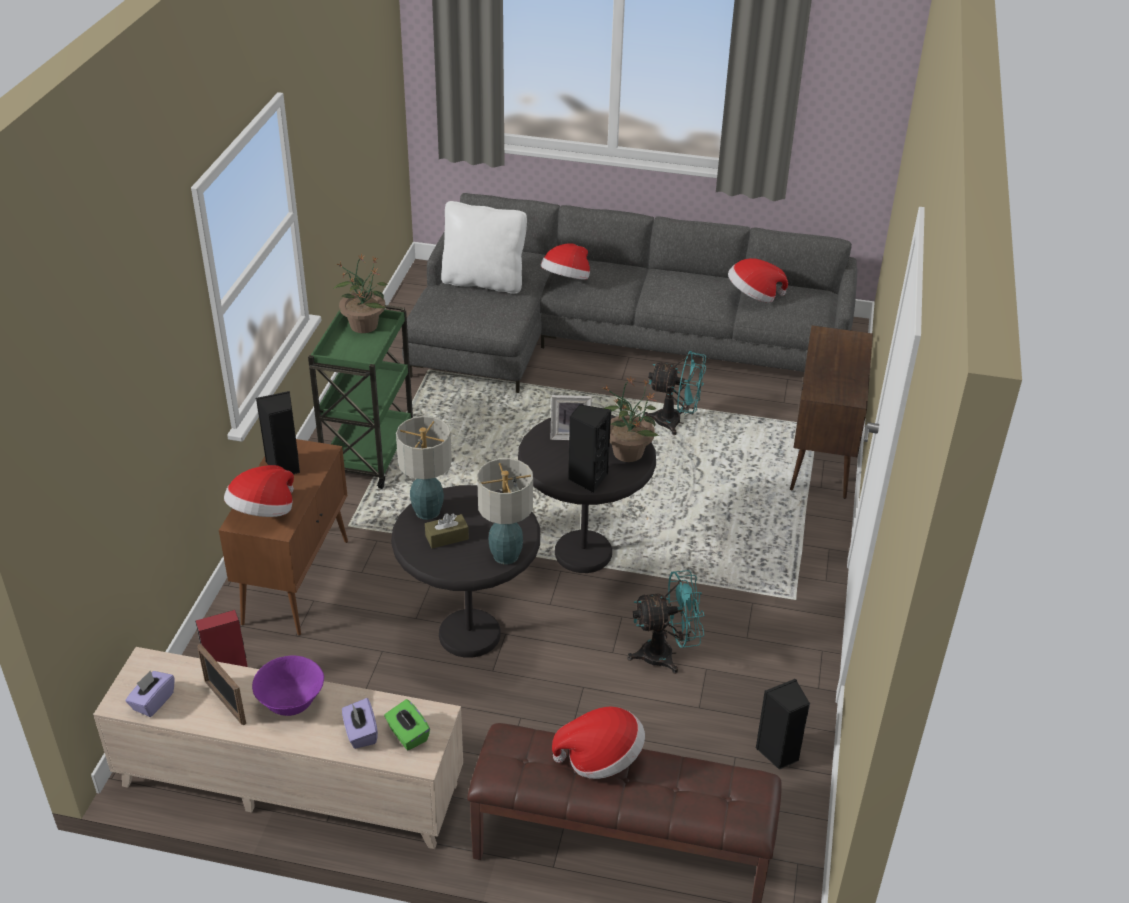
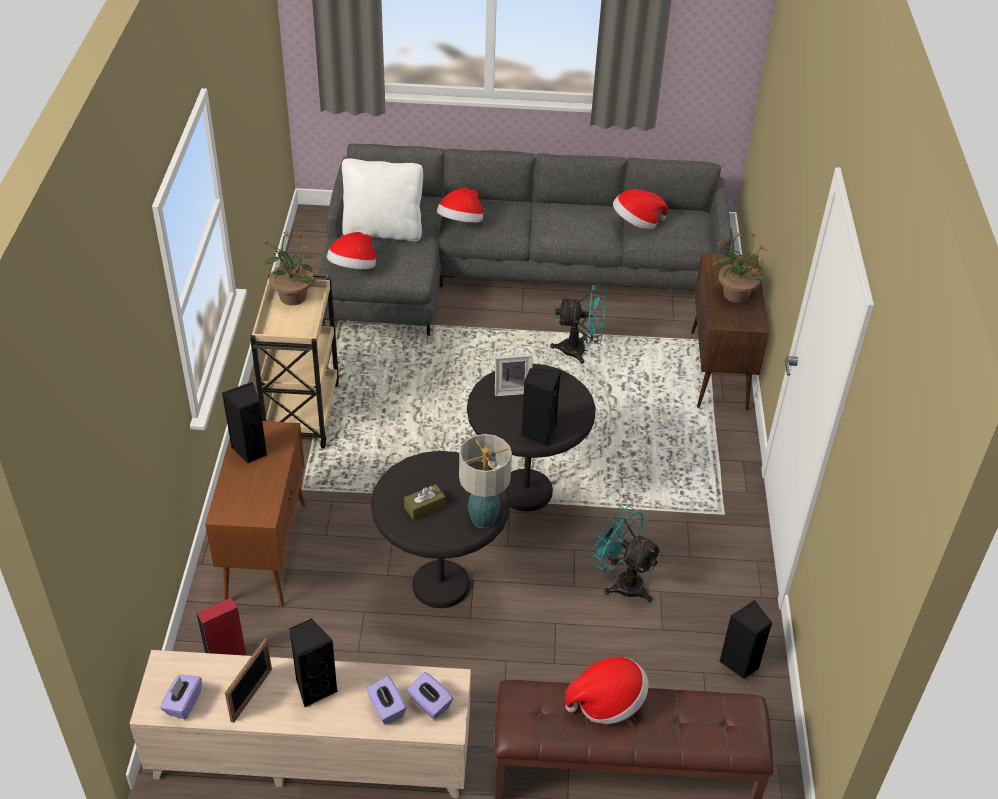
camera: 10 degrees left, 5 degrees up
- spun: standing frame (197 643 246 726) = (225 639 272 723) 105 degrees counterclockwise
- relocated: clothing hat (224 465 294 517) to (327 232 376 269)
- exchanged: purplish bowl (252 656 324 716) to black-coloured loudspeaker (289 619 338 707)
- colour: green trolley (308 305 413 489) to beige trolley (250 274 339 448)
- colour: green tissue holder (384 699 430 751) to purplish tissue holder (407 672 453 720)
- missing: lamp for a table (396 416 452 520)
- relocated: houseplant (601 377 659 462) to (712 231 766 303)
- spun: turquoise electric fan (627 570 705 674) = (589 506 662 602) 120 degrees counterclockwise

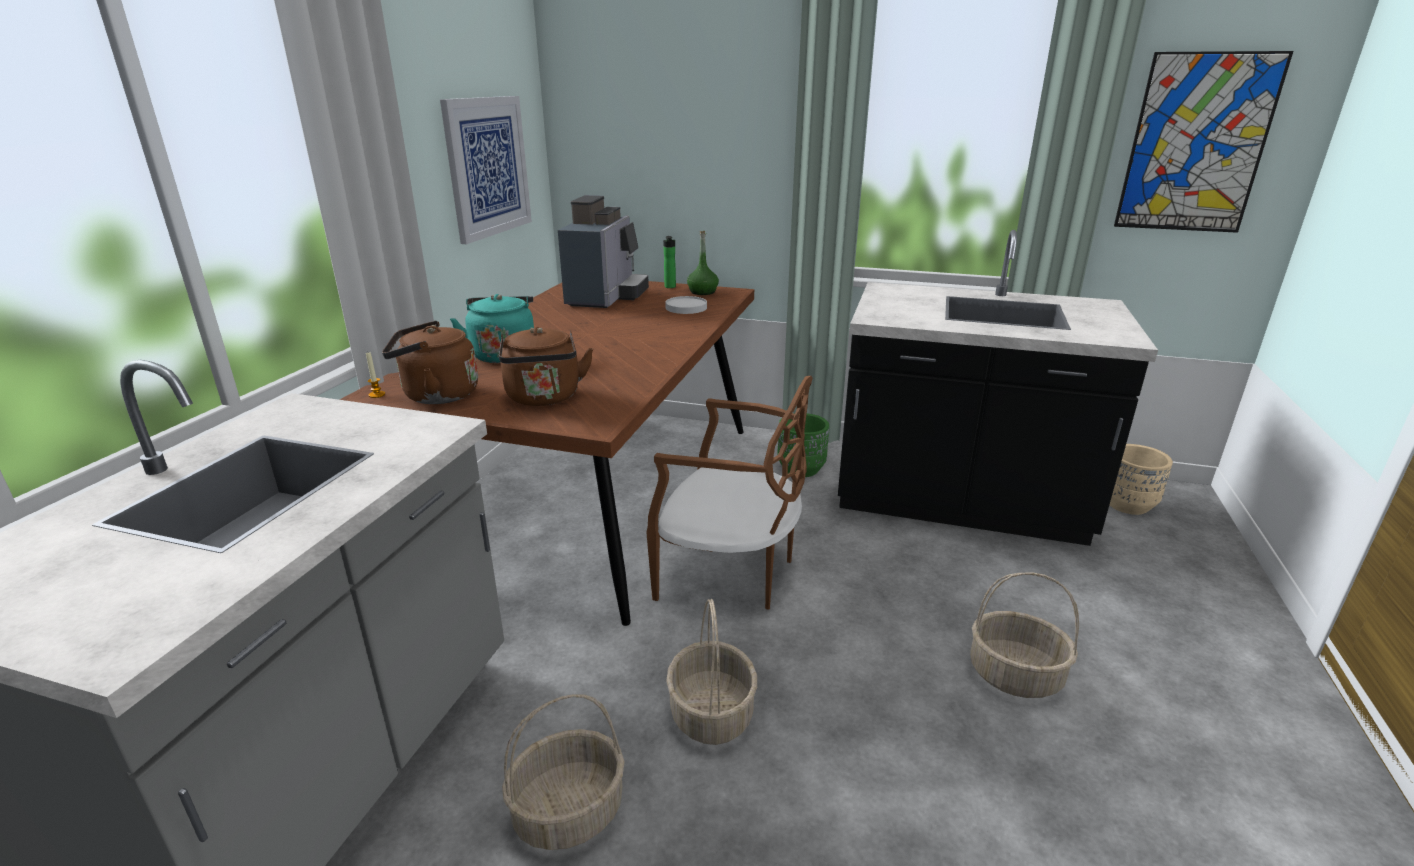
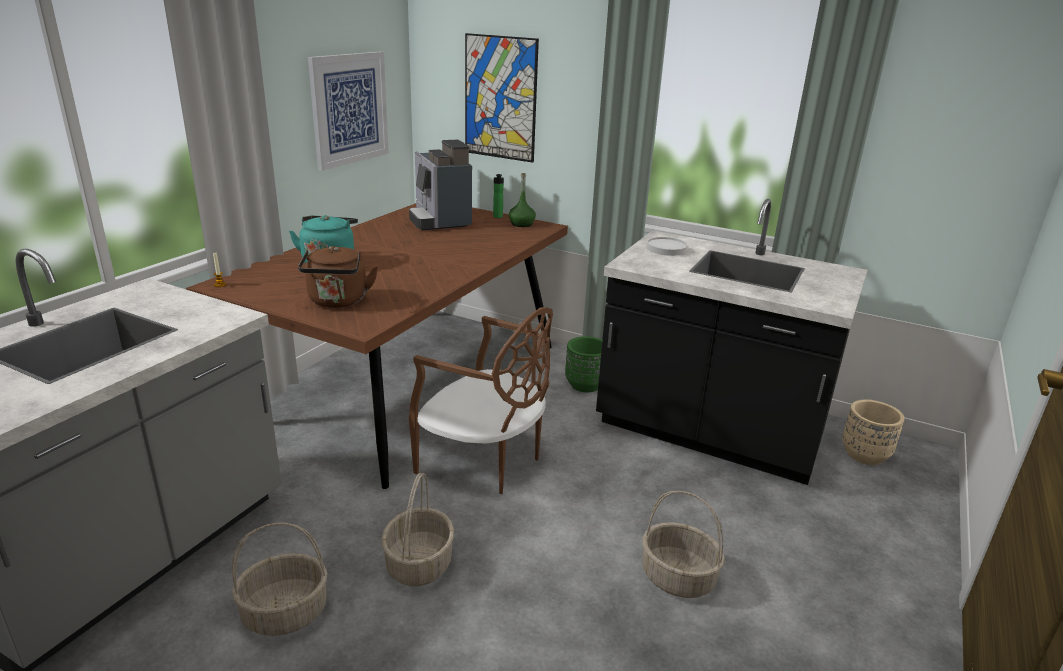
camera: 10 degrees right, 0 degrees up
- missing: brownish tea kettle (382 321 478 404)
- spun: coffee machine (558 195 649 308) = (409 140 472 230) 135 degrees clockwise
- relocated: white-coloured plate (665 296 707 314) to (647 237 687 256)
- relocated: wall art (1114 51 1293 233) to (465 33 539 163)

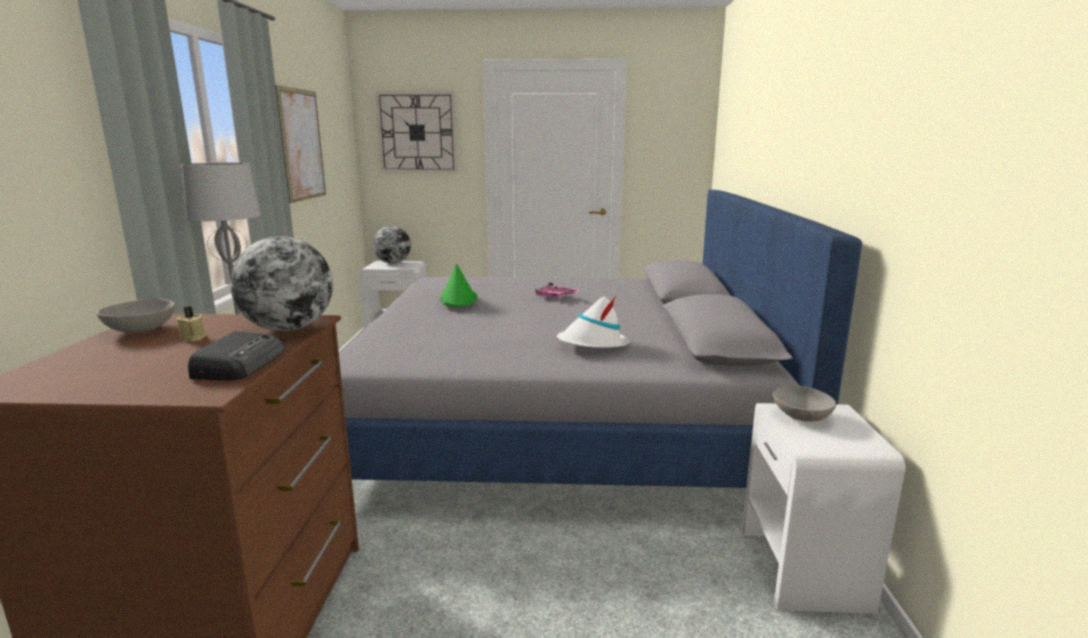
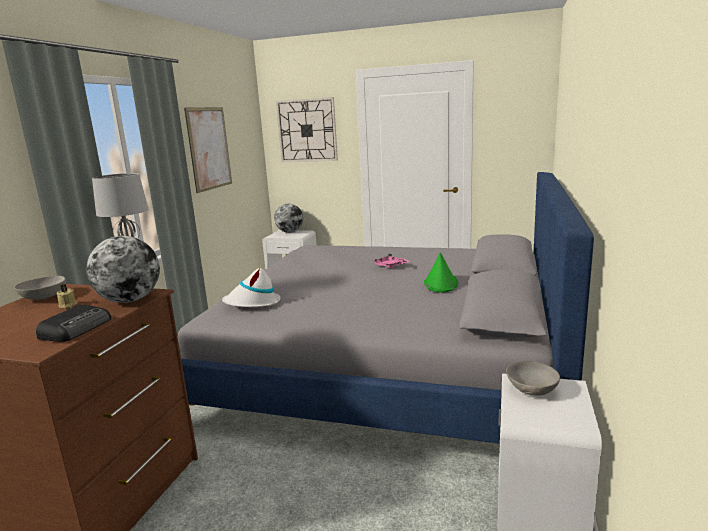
camera: 15 degrees right, 0 degrees up
- relocated: green clothing hat (439 264 478 307) to (424 253 458 292)
- relocated: white-coloured clothing hat (557 296 630 348) to (222 268 280 307)

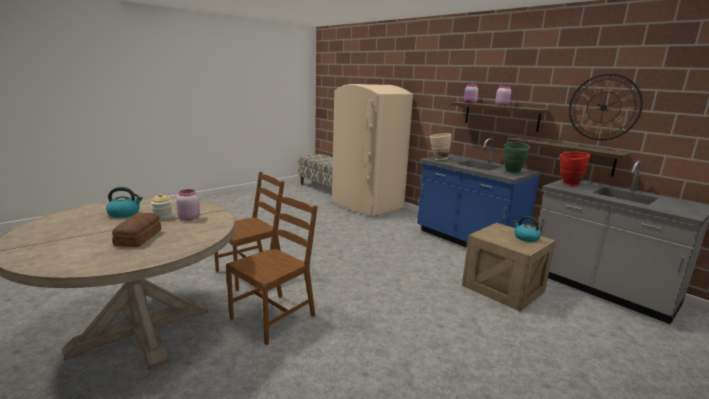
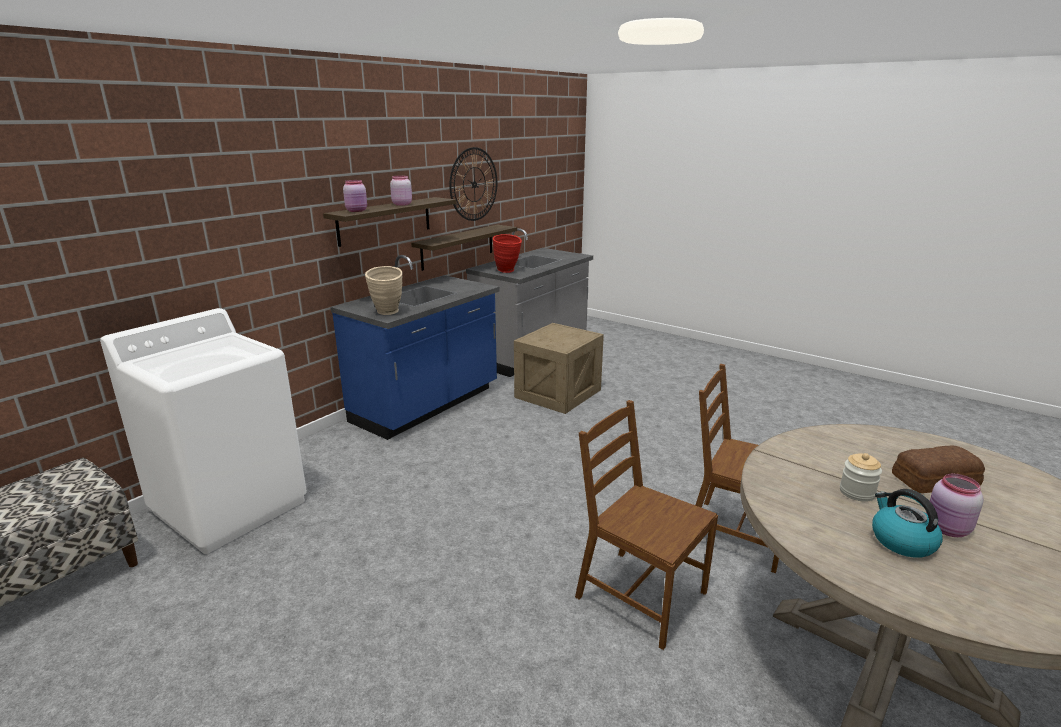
camera: 100 degrees left, 5 degrees up
- relocated: pinkish storage jar (176 189 200 221) to (926 473 984 537)
- exchanged: beige refrigerator (332 84 413 216) to white-coloured washing machine (100 308 307 554)
- missing: green vase (504 142 530 174)
- missing: tea kettle (513 216 541 242)

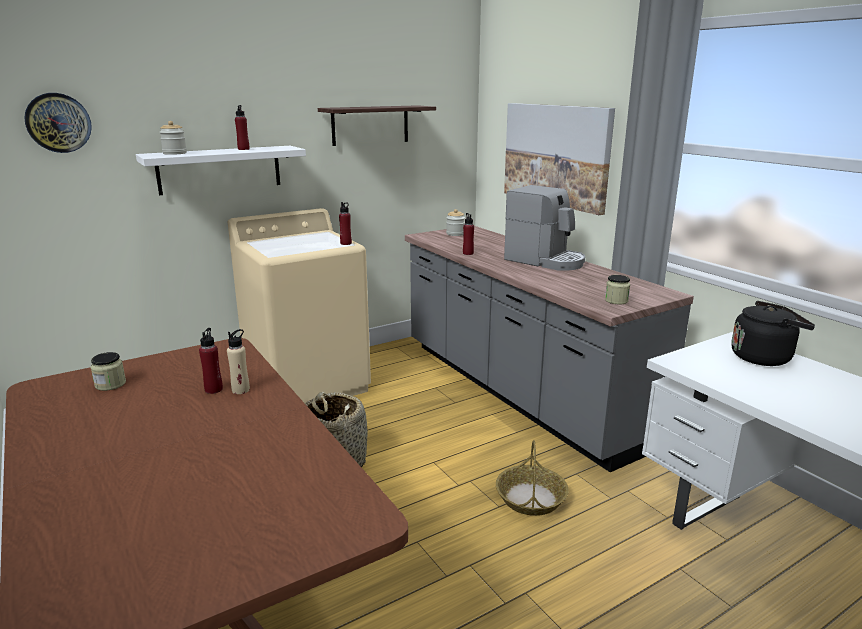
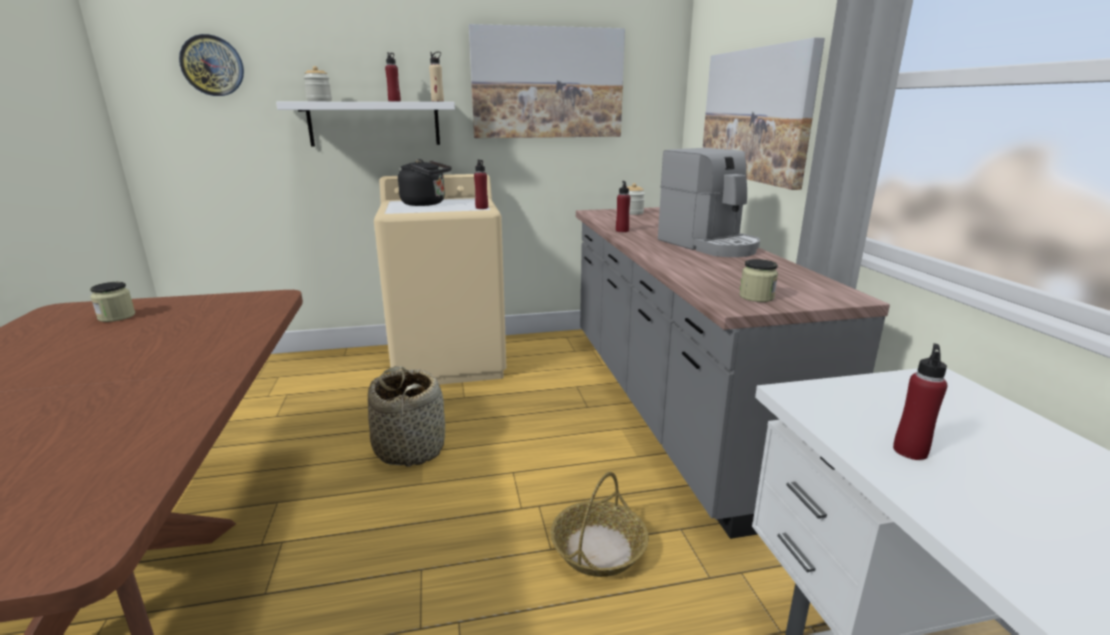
camera: 20 degrees right, 0 degrees up
- relocated: reddish beverage bottle (199 328 223 394) to (893 343 947 460)
- relocated: beige beverage bottle (227 329 250 394) to (429 52 444 101)
- exchanged: wall shelf (318 105 436 146) to wall art (469 24 625 138)
- relocated: black-coloured tea kettle (731 301 815 366) to (398 159 452 206)

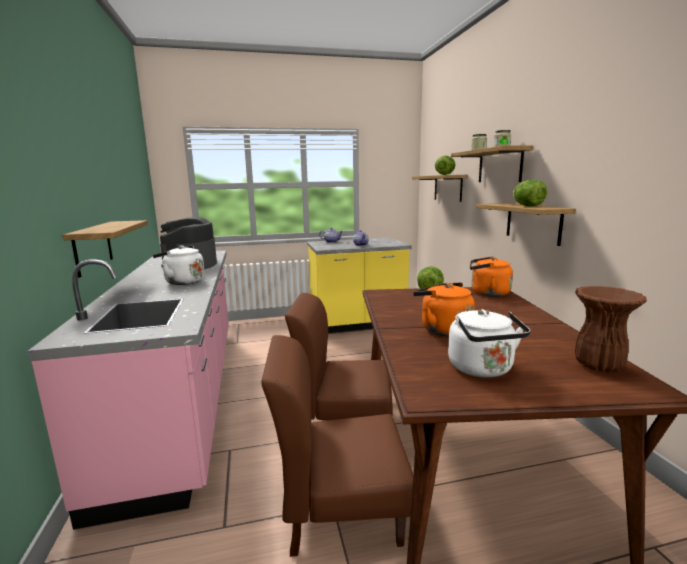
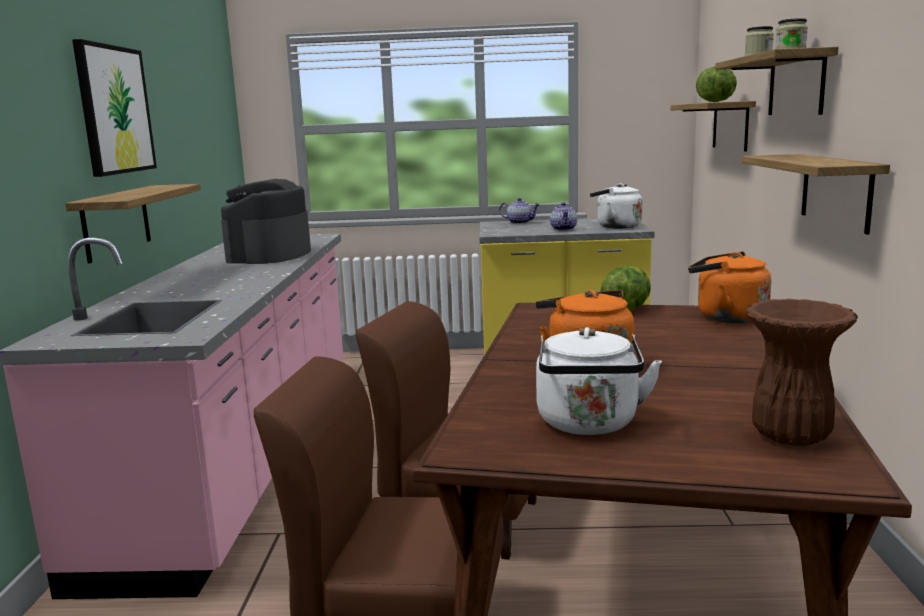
camera: 15 degrees right, 0 degrees up
- relocated: white-coloured tea kettle (153 245 205 285) to (590 184 642 228)
- missing: head of lettuce (513 179 547 207)
- appeared: wall art (72 39 157 177)

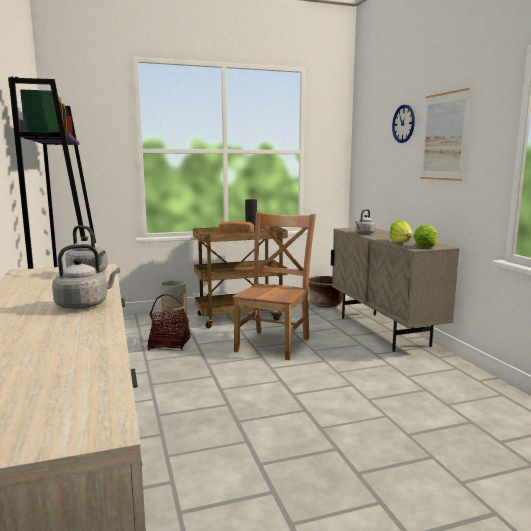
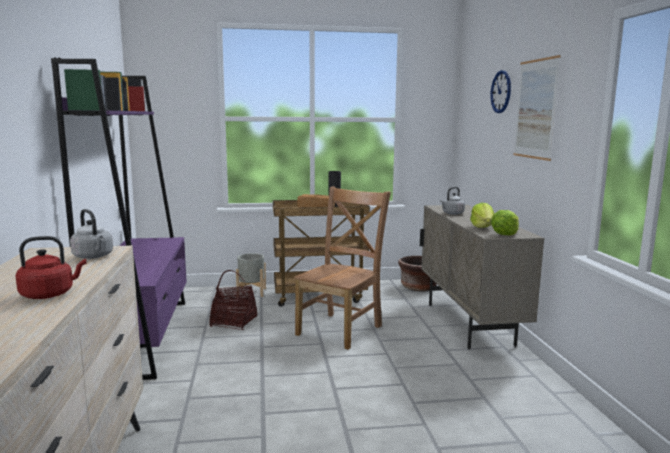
camera: 10 degrees right, 0 degrees up
- colour: greyish tea kettle (52 244 120 309) to reddish tea kettle (16 236 87 299)

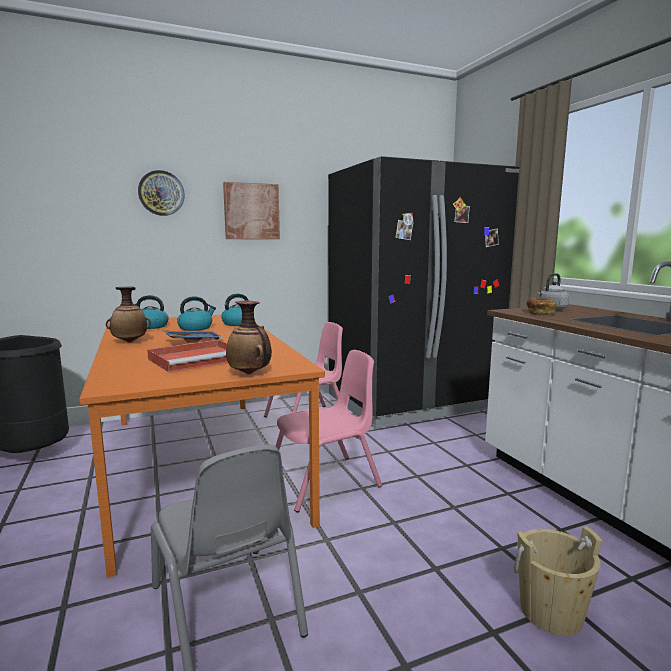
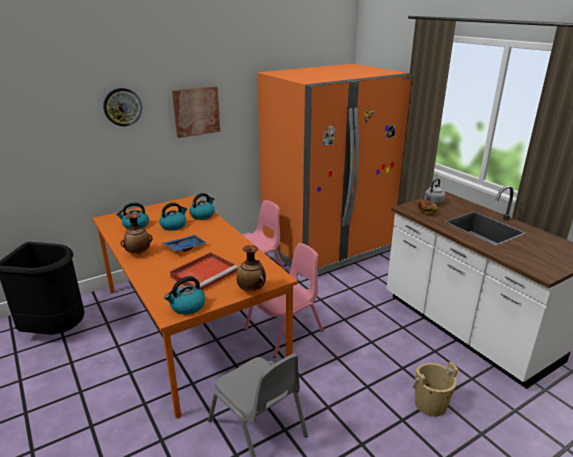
camera: 10 degrees left, 15 degrees up
- colour: black-coloured refrigerator (328 156 519 428) to orangey refrigerator (257 64 413 279)
- appeared: tea kettle (164 276 205 315)

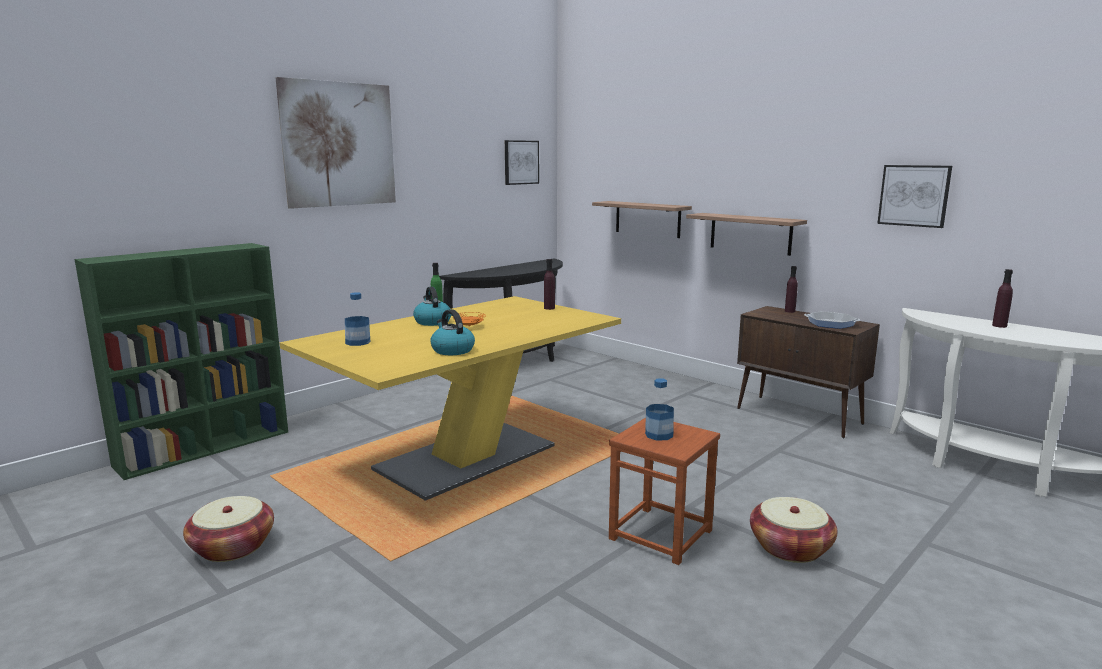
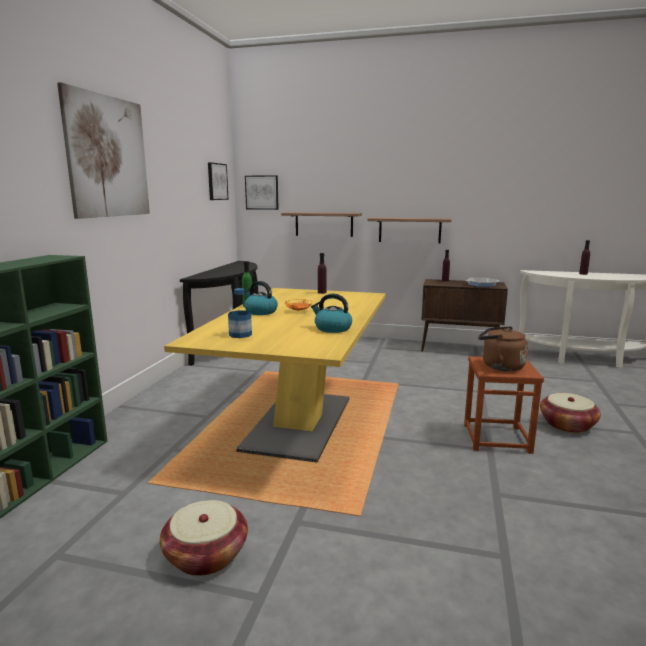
camera: 30 degrees left, 0 degrees up
- exchanged: beverage bottle (645 378 674 441) to brownish tea kettle (478 326 528 371)
- relocated: wall art (877 165 952 228) to (245 175 279 210)

